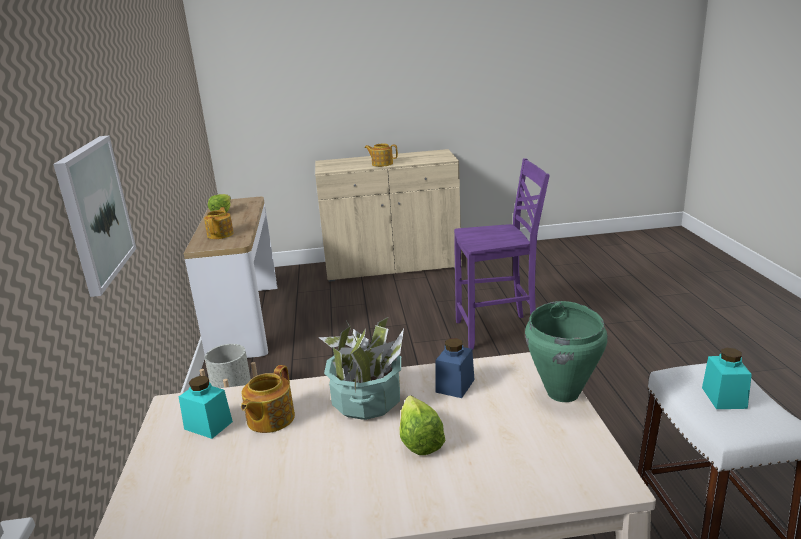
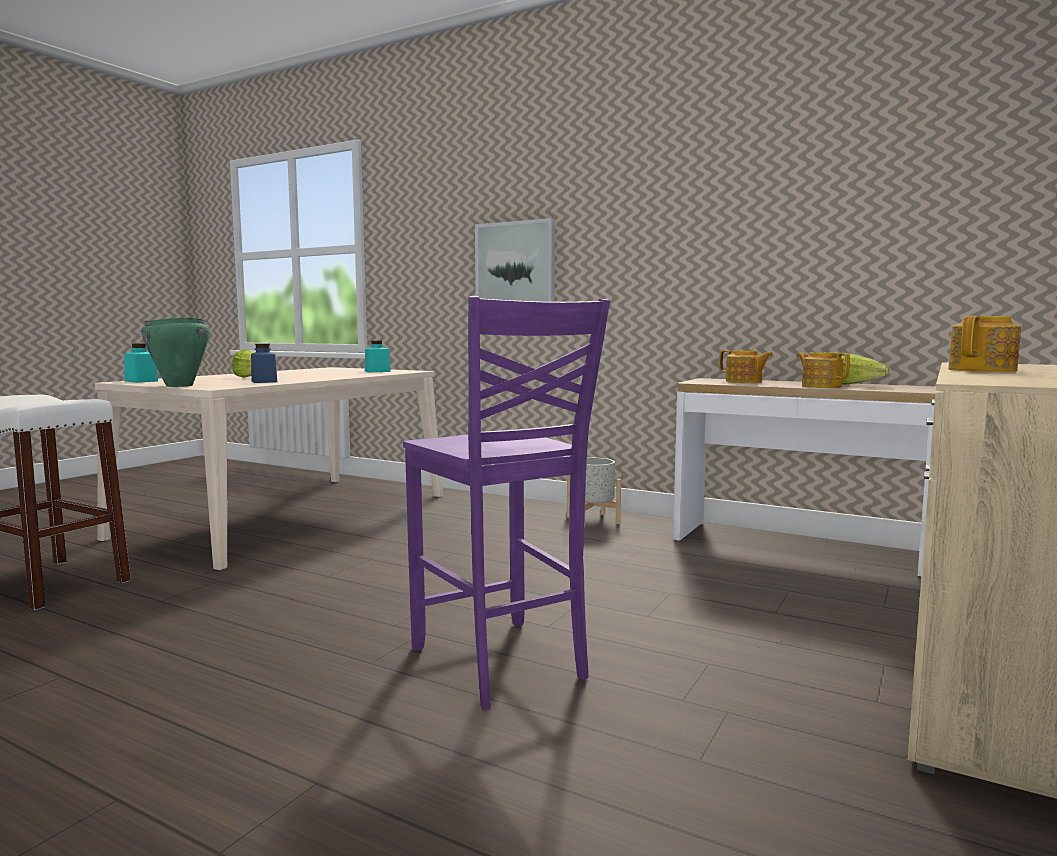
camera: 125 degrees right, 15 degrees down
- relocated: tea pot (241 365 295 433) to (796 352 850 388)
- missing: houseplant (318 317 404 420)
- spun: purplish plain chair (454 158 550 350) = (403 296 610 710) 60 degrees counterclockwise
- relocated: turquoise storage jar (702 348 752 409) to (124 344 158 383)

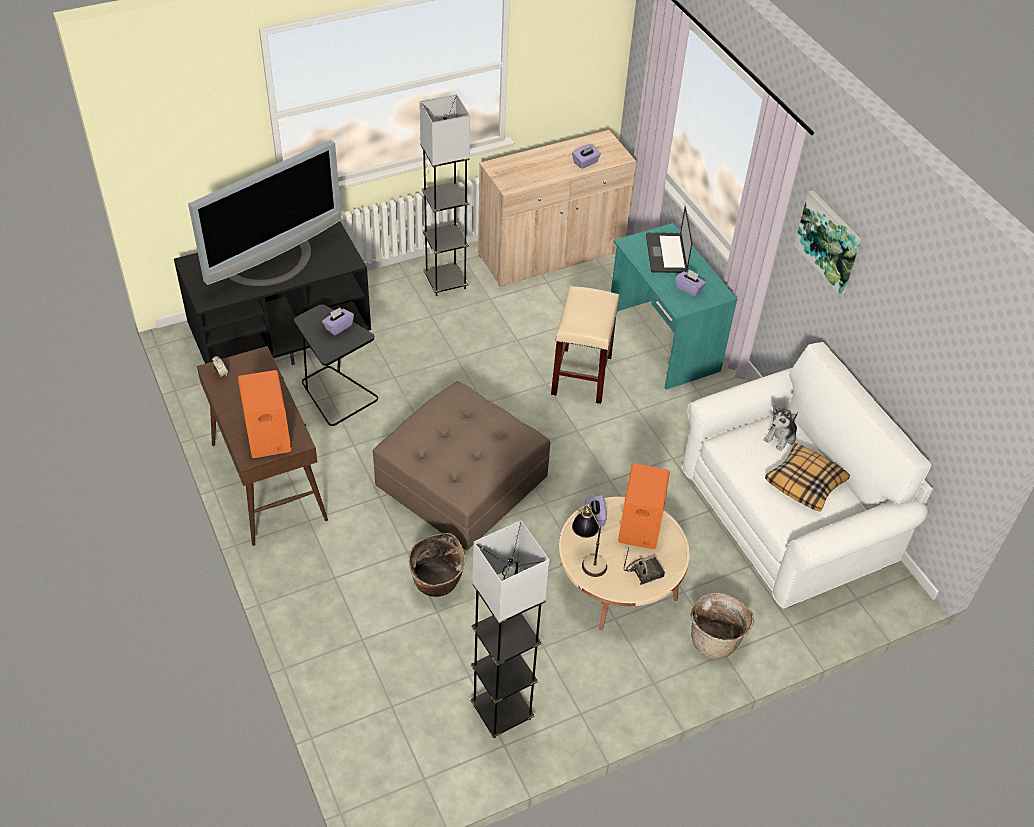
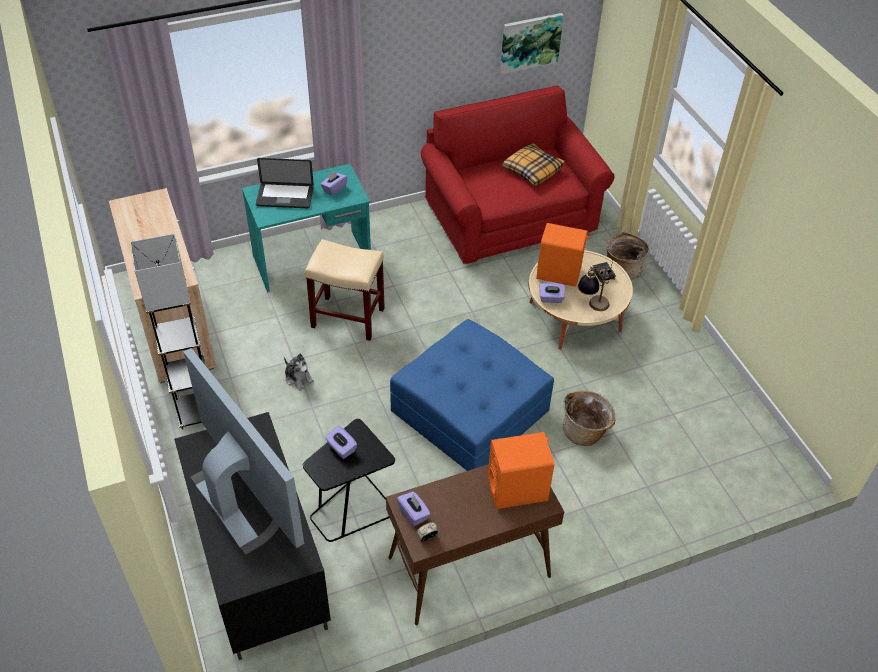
camera: 85 degrees left, 0 degrees up
- colour: brownish pouffe (373 381 550 550) to bluish pouffe (390 319 554 471)
- missing: greyish standard lamp (470 520 550 738)
- relocated: purplish tissue holder (572 144 601 169) to (397 491 431 527)
- colour: white-coloured couch (682 342 933 609) to reddish couch (421 85 614 264)
- relocated: plush toy (764 405 798 451) to (284 354 314 391)
- relocated: wall art (794 190 861 294) to (500 13 564 74)

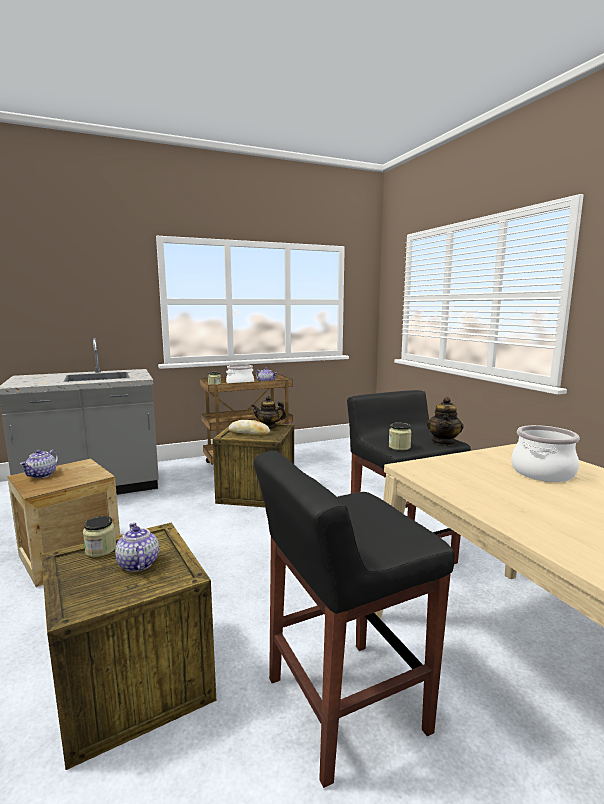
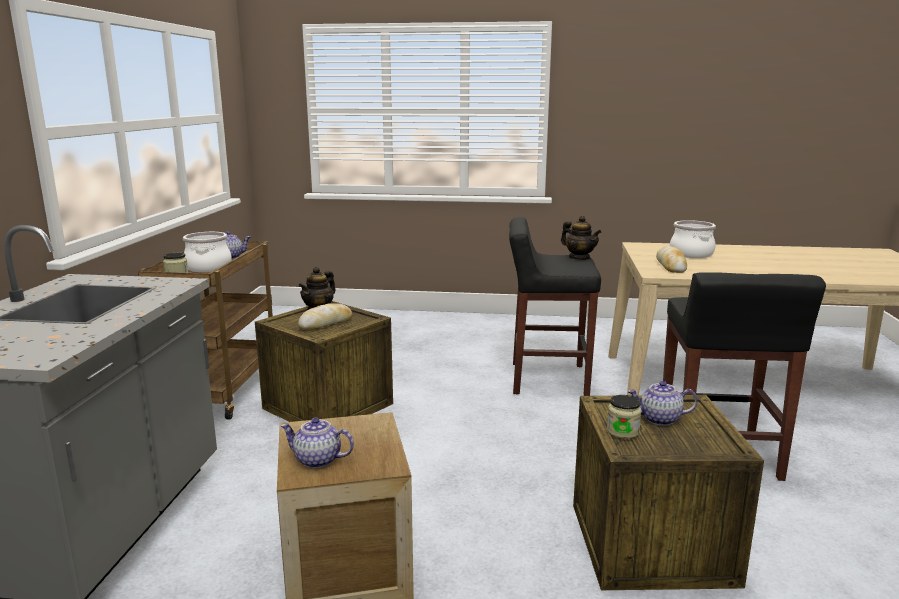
camera: 60 degrees left, 5 degrees up
- spun: tea pot (20 449 59 478) = (280 418 354 468) 150 degrees clockwise
- missing: storage jar (389 423 412 450)
- appeared: bakery bread (656 246 687 273)

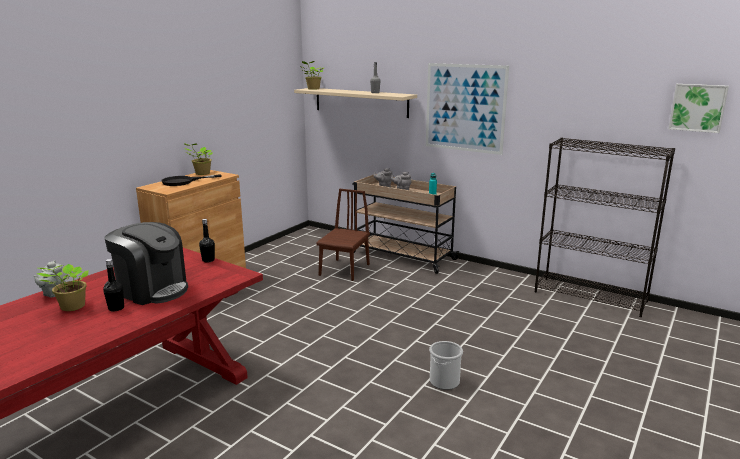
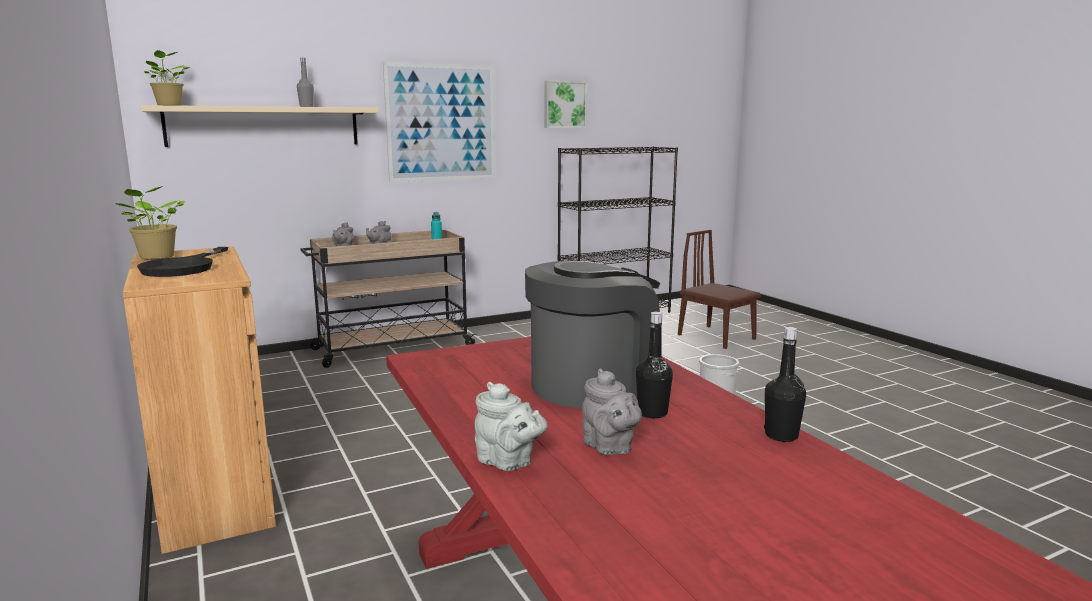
camera: 60 degrees left, 5 degrees down
- exchanged: houseplant (37 264 89 311) to greyish tea pot (582 368 642 455)
- relocated: black-coloured beverage bottle (199 219 215 262) to (764 327 806 442)
- relocated: brownish plain chair (316 189 370 281) to (678 230 761 349)
- relocated: wall art (669 84 729 133) to (545 80 587 128)

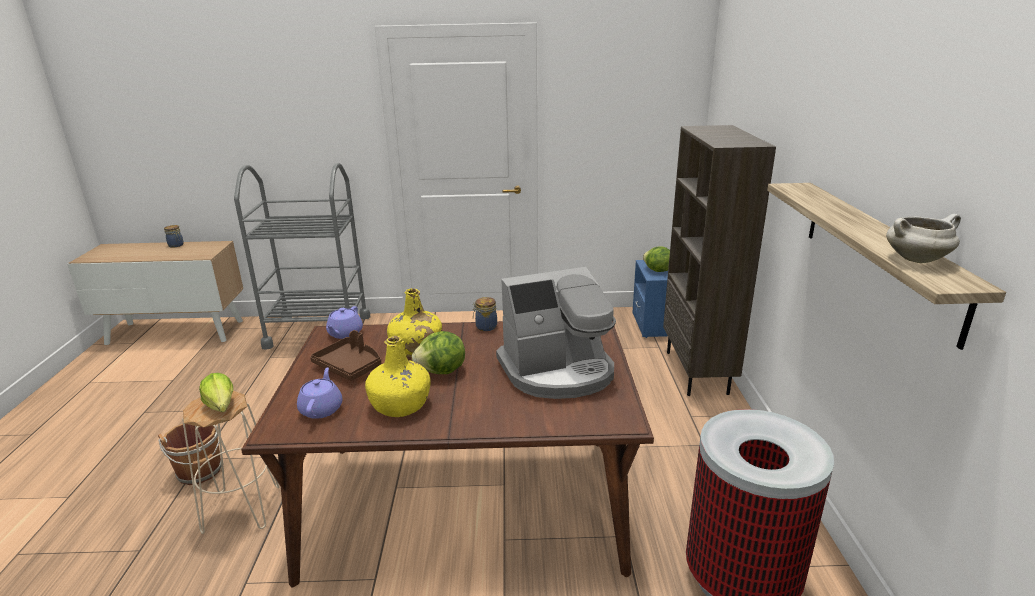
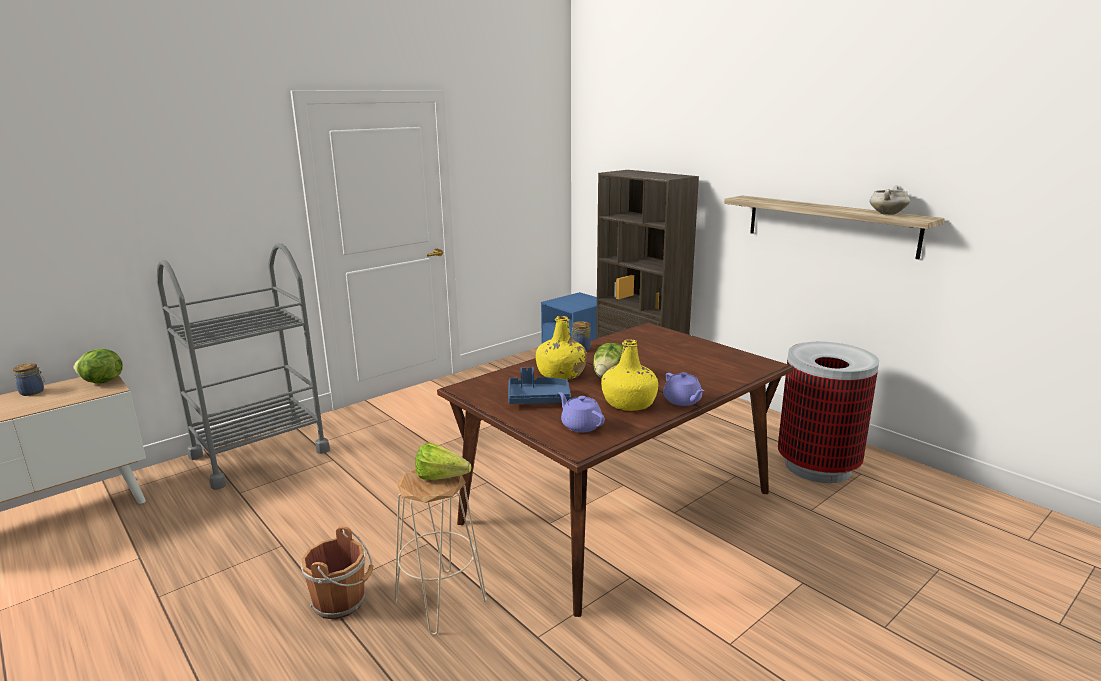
camera: 40 degrees left, 5 degrees down
- colour: brownish tray (310 330 381 381) to bluish tray (508 367 571 404)
- relocated: purplish tea pot (326 306 363 339) to (663 372 704 406)
- missing: coffee machine (496 267 616 399)
- relocated: head of lettuce (643 246 670 272) to (74 349 123 384)

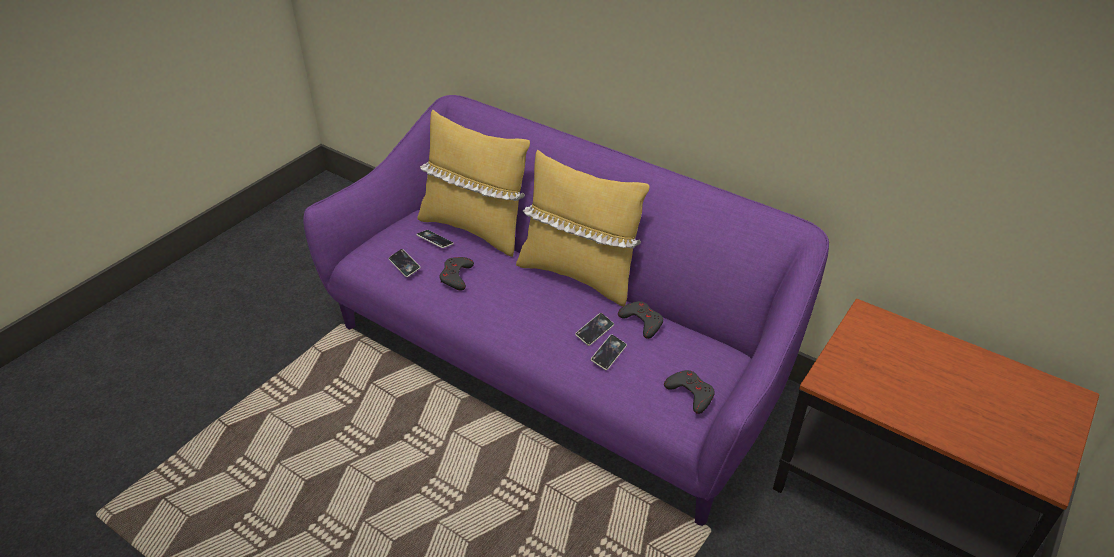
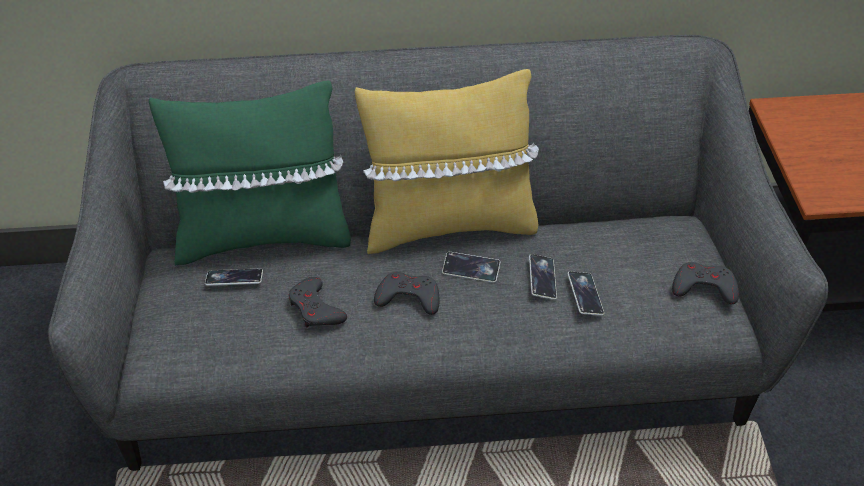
camera: 40 degrees left, 5 degrees up
- colour: purplish couch (303 95 829 526) to greyish couch (48 35 828 471)
- relocated: handset (389 249 421 277) to (442 252 500 283)
- colour: yellowish cushion (417 110 530 257) to green cushion (149 80 351 265)
- relocated: greyish gamepad (618 301 663 339) to (374 272 440 315)

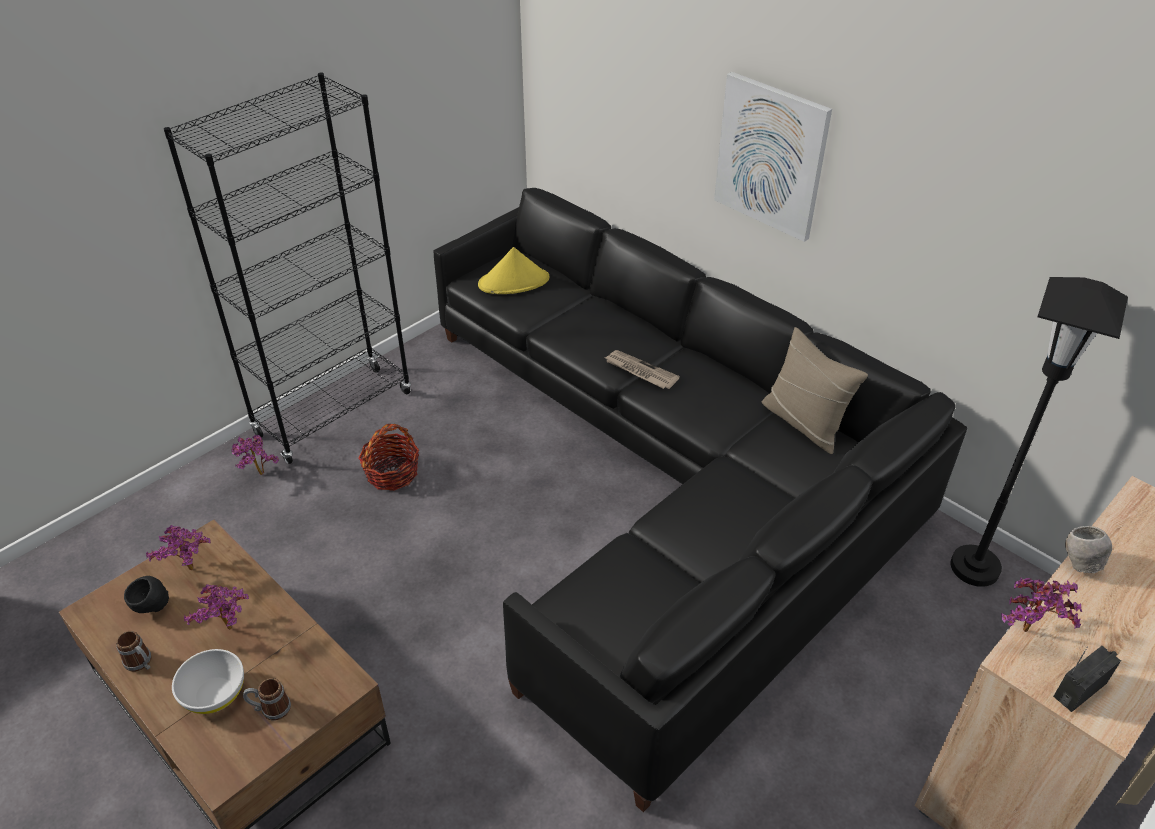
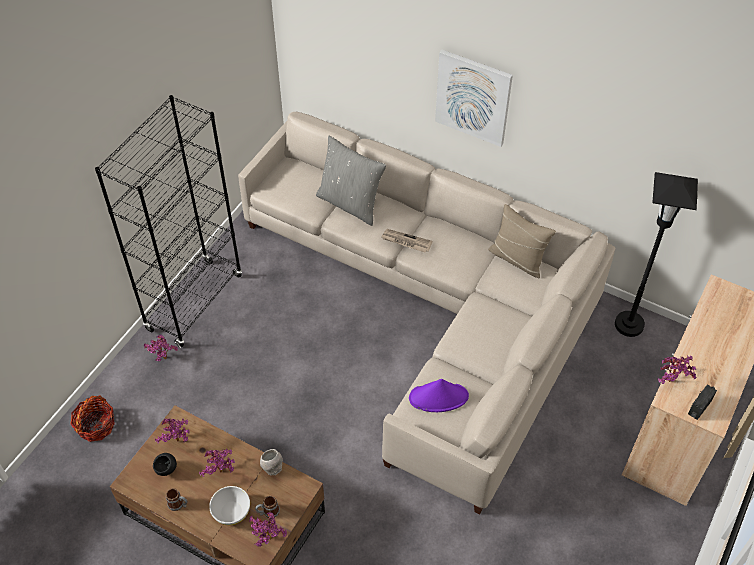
camera: 15 degrees left, 10 degrees up
- relocated: basket (358 424 419 491) to (70 395 115 442)
- colour: black-coloured couch (434 188 967 812) to beige couch (238 112 616 515)
- missing: yellowish clothing hat (478 247 550 294)
- relocated: greyish bowl (1065 526 1112 573) to (260 449 283 476)
- appeared: houseplant (249 512 287 547)
- appeared: greyish cushion (316 136 386 226)
- appeared: purplish clothing hat (409 379 469 412)

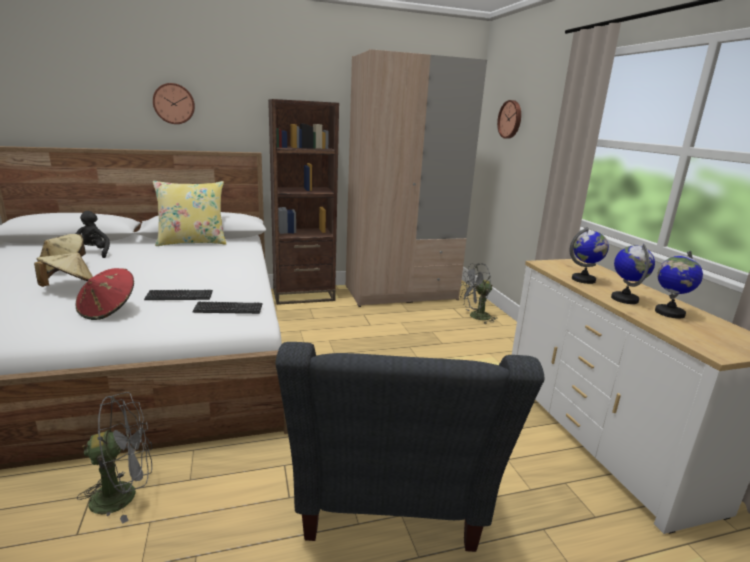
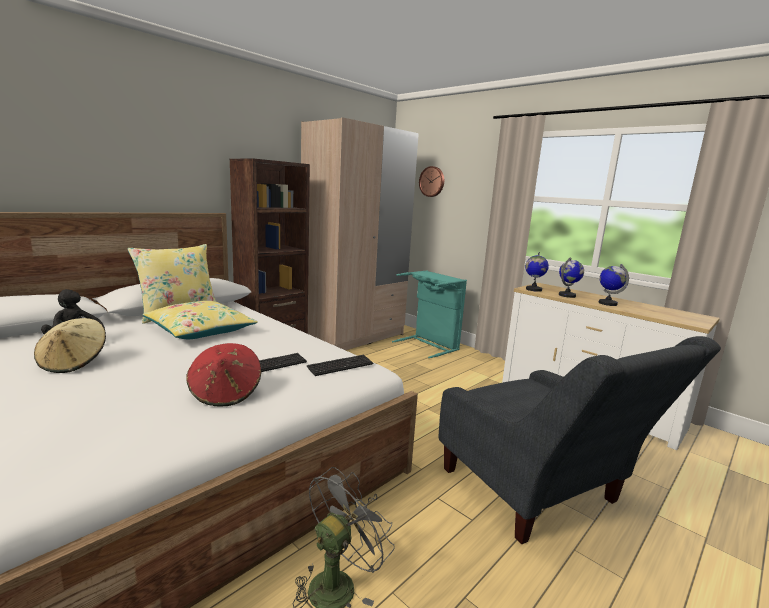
camera: 30 degrees left, 5 degrees down
- missing: beige clothing hat (34 253 93 287)
- missing: clock on the wall (153 83 195 124)
- exchanged: greyish electric fan (460 263 498 324) to turquoise hamper (392 270 467 359)
- relocated: world globe (655 251 703 319) to (525 252 549 292)
- appeared: yellowish cushion (142 301 258 339)

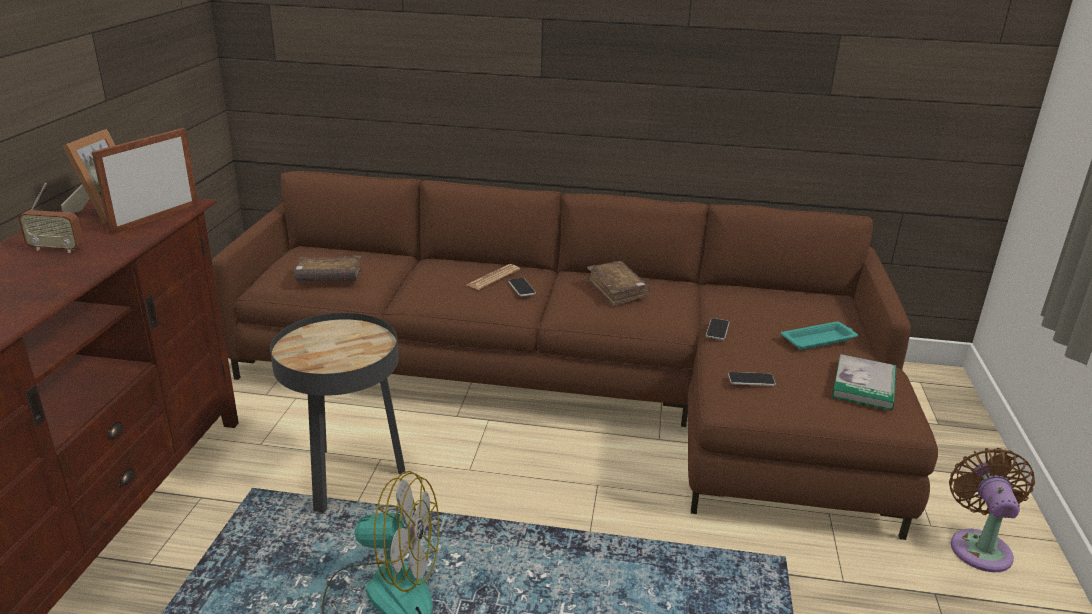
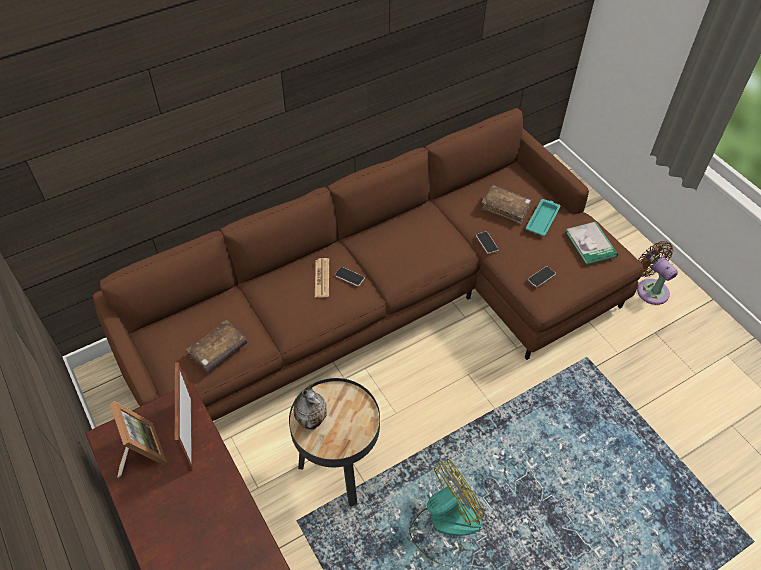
camera: 40 degrees left, 25 degrees up
- missing: radio set (18 183 83 253)
- relocated: brownish bound book (587 261 650 306) to (480 185 532 225)
- appeared: vase (293 384 327 430)

